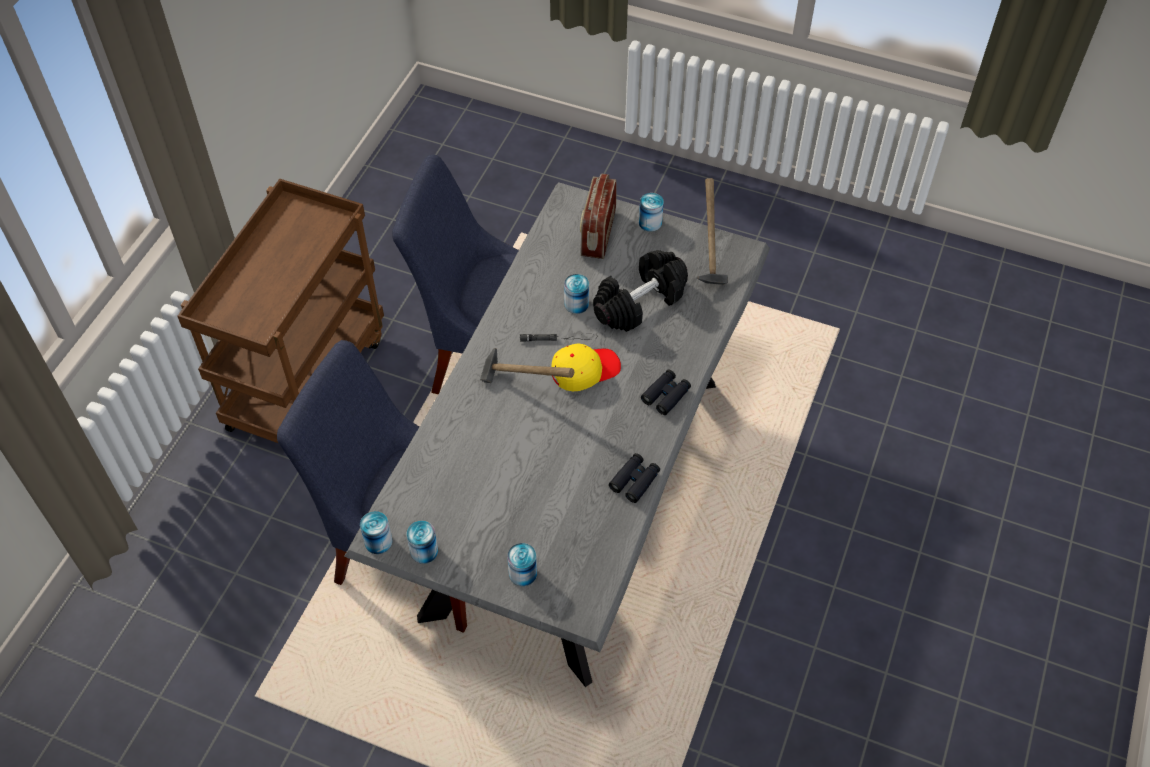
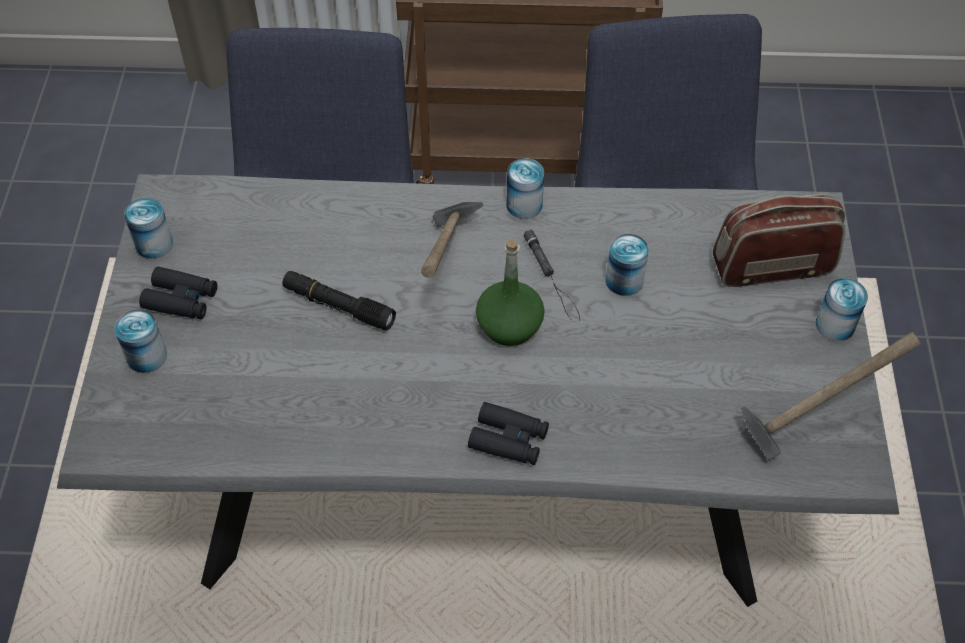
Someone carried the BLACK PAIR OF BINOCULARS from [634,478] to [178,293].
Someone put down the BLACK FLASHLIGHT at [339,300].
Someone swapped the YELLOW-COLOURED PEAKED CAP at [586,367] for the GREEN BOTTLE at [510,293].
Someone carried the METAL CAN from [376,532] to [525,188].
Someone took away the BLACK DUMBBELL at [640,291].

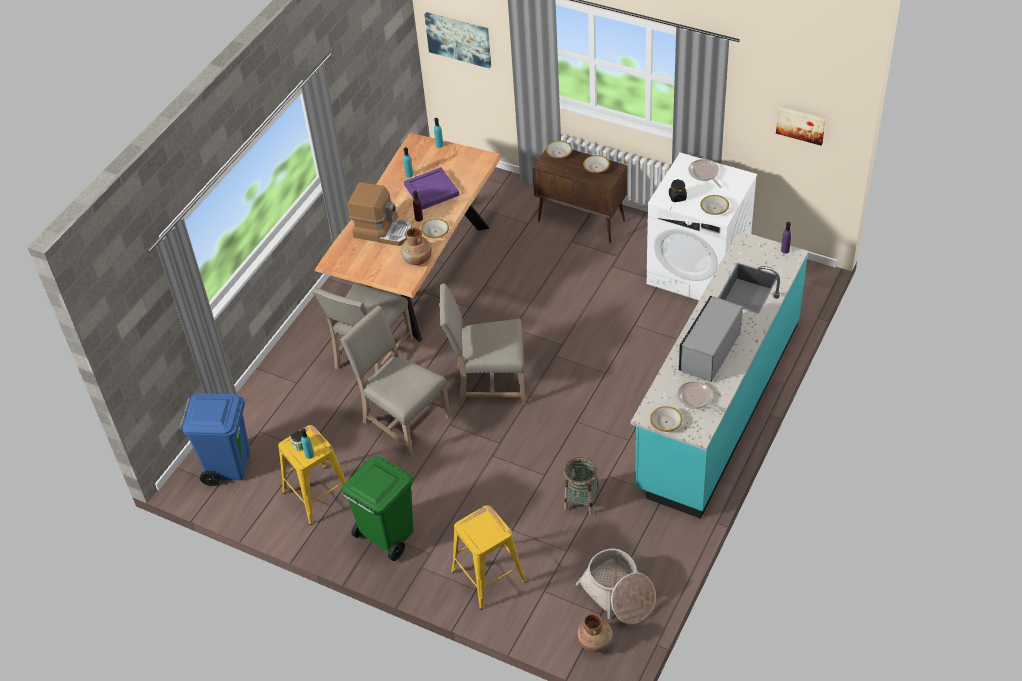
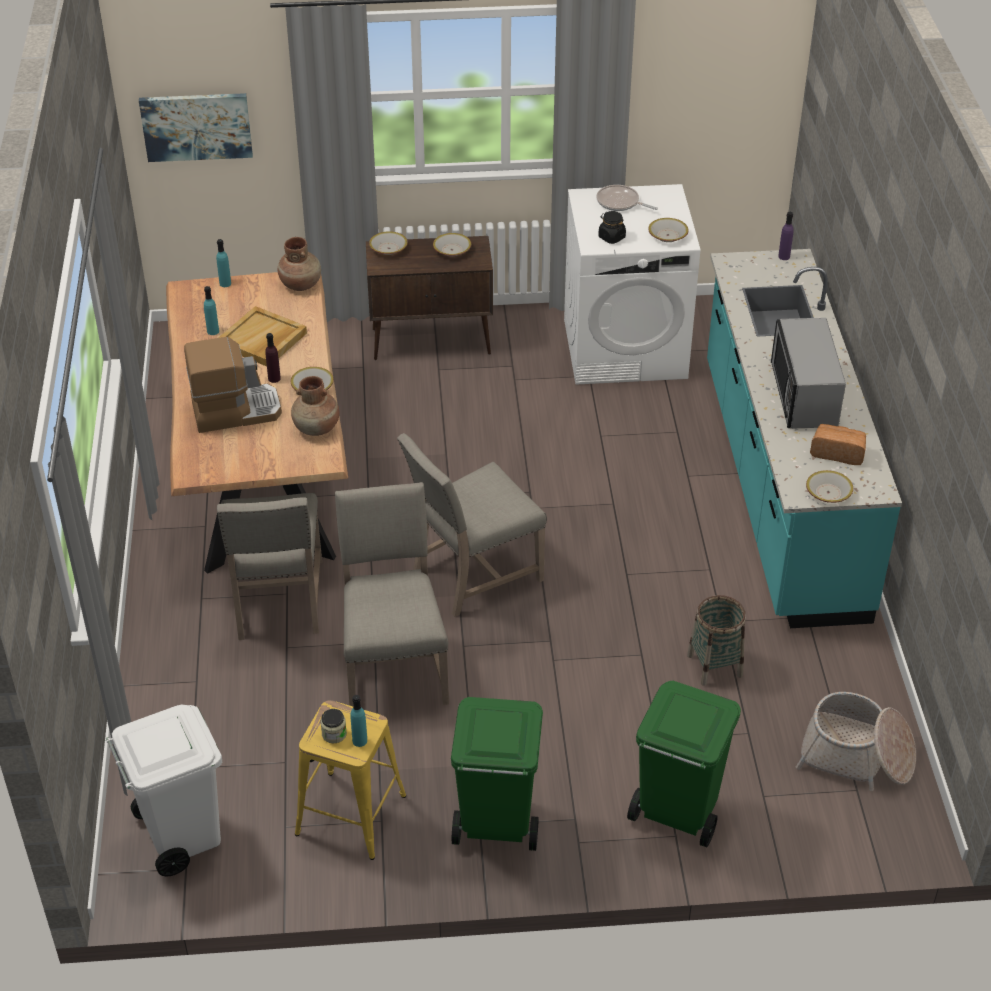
Someone repainted the BLUE RUBBISH BIN at [214,439], which became the WHITE RUBBISH BIN at [164,790].
Someone repainted the PURPLE-COLOURED SERVING TRAY at [432,188], which became the BEIGE SERVING TRAY at [262,336].
Someone carried the BROWN-COLOURED FLOWER VASE from [595,633] to [299,264].
Someone rotated the BEIGE UPRIGHT CHAIR at [395,381] by 75 degrees clockwise.
Someone swapped the YELLOW-COLOURED STOOL at [488,557] for the GREEN RUBBISH BIN at [684,764].
Someone swapped the PAN at [699,398] for the BREAD at [838,444].
Someone took away the WALL PICTURE at [801,126].

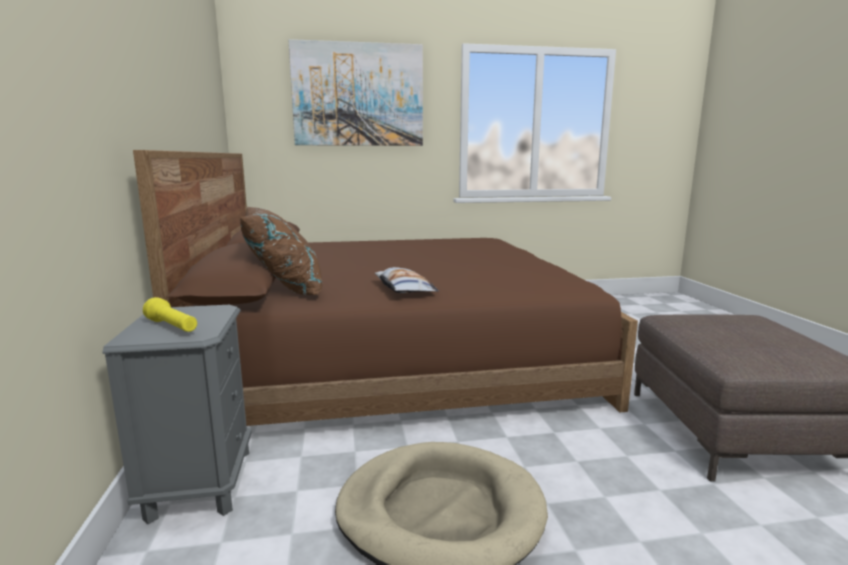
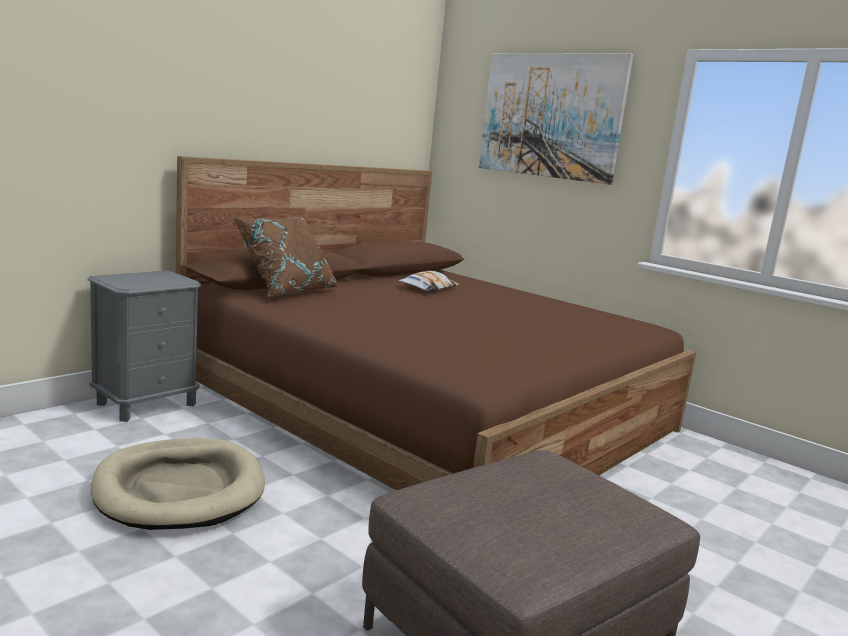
Someone carried the THROW PILLOW from [407,280] to [429,281].
Someone took away the YELLOW-COLOURED FLASHLIGHT at [170,314].

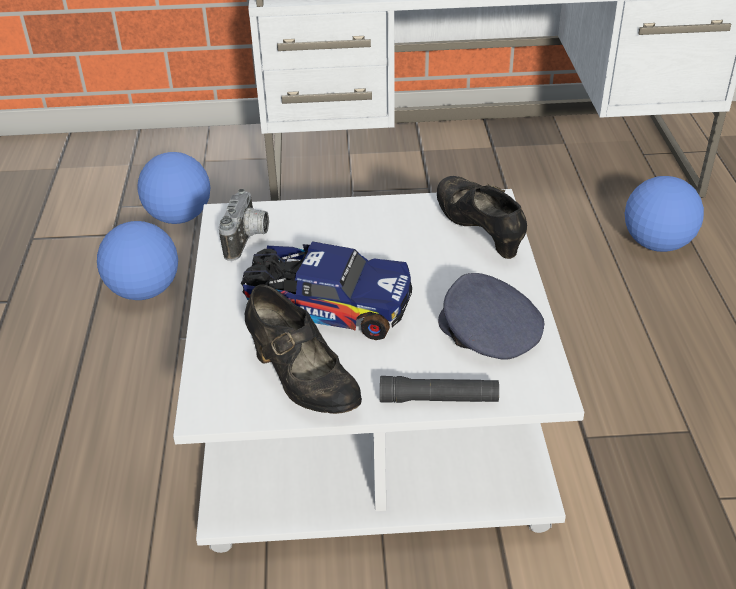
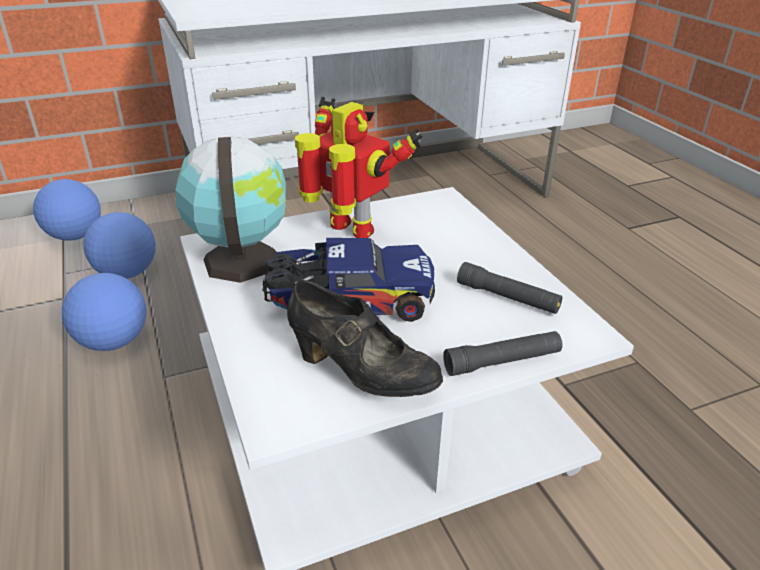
Someone carried the FOOTBALL BALL from [664,214] to [67,210].
Someone swapped the PHOTO CAMERA at [244,225] for the DESK GLOBE at [230,209].
Someone put down the TOY ROBOT at [359,167].
Someone swapped the GREY PEAKED CAP at [491,316] for the BLACK FLASHLIGHT at [510,288].
Someone took away the BLACK LOW SHOE at [482,217].

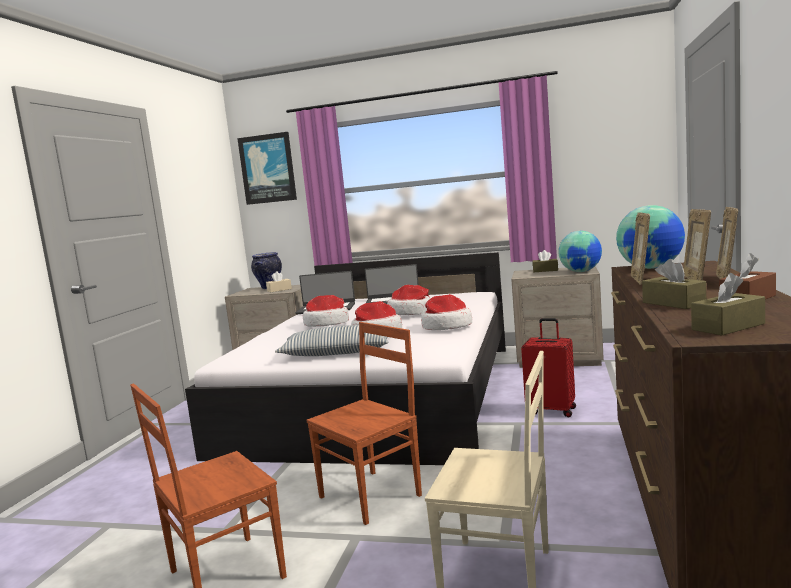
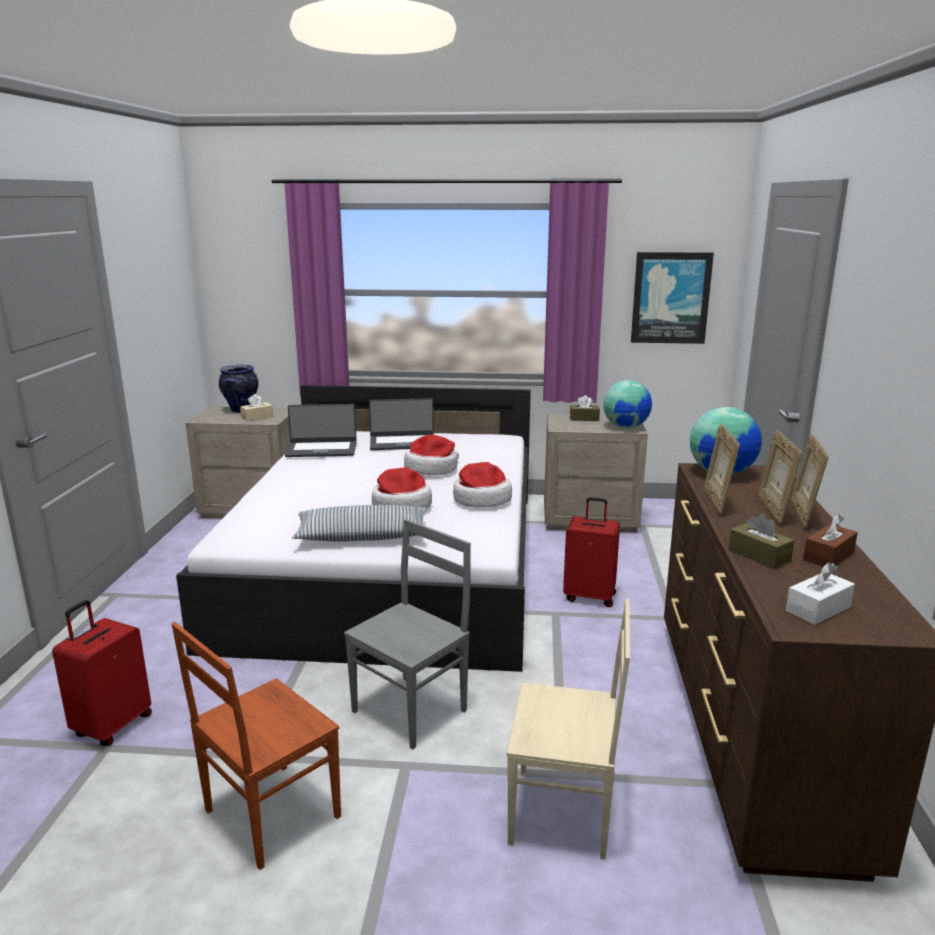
Someone put down the RED-COLOURED PIECE OF LUGGAGE at [102,673].
Someone repainted the BROWN-COLOURED UPRIGHT CHAIR at [364,423], which became the GREY UPRIGHT CHAIR at [407,634].
Someone carried the WALL PICTURE from [267,168] to [672,298].
Someone repainted the BROWN-COLOURED BOX OF TISSUES at [728,304], which became the WHITE BOX OF TISSUES at [820,593].
Someone took away the HAT at [326,311].

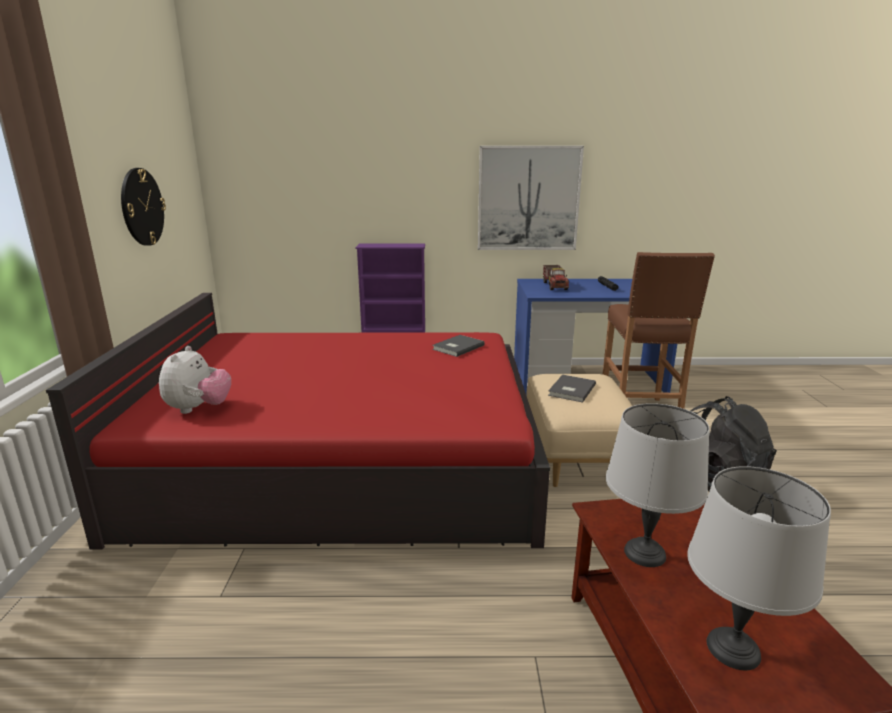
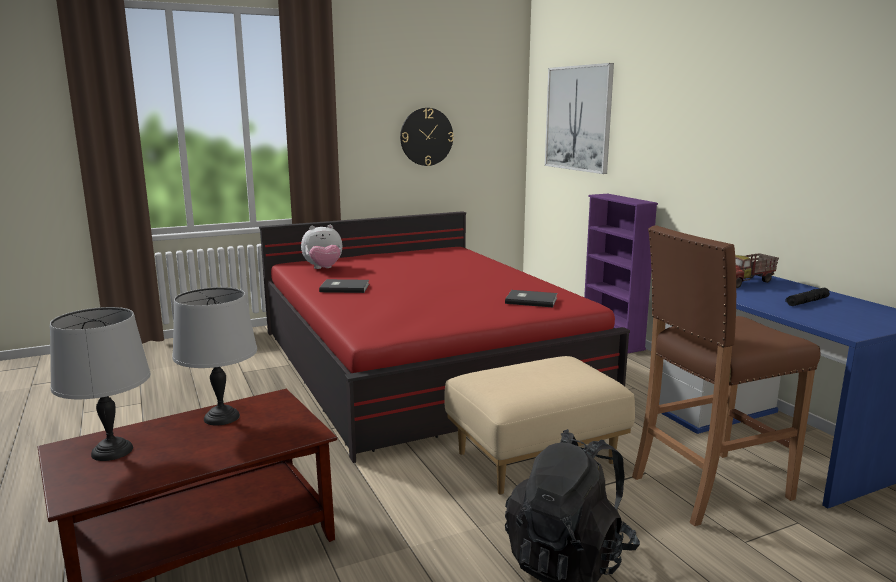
Someone carried the GREY VOLUME from [572,389] to [344,286].
Someone carried the WALL PICTURE from [531,198] to [579,118].

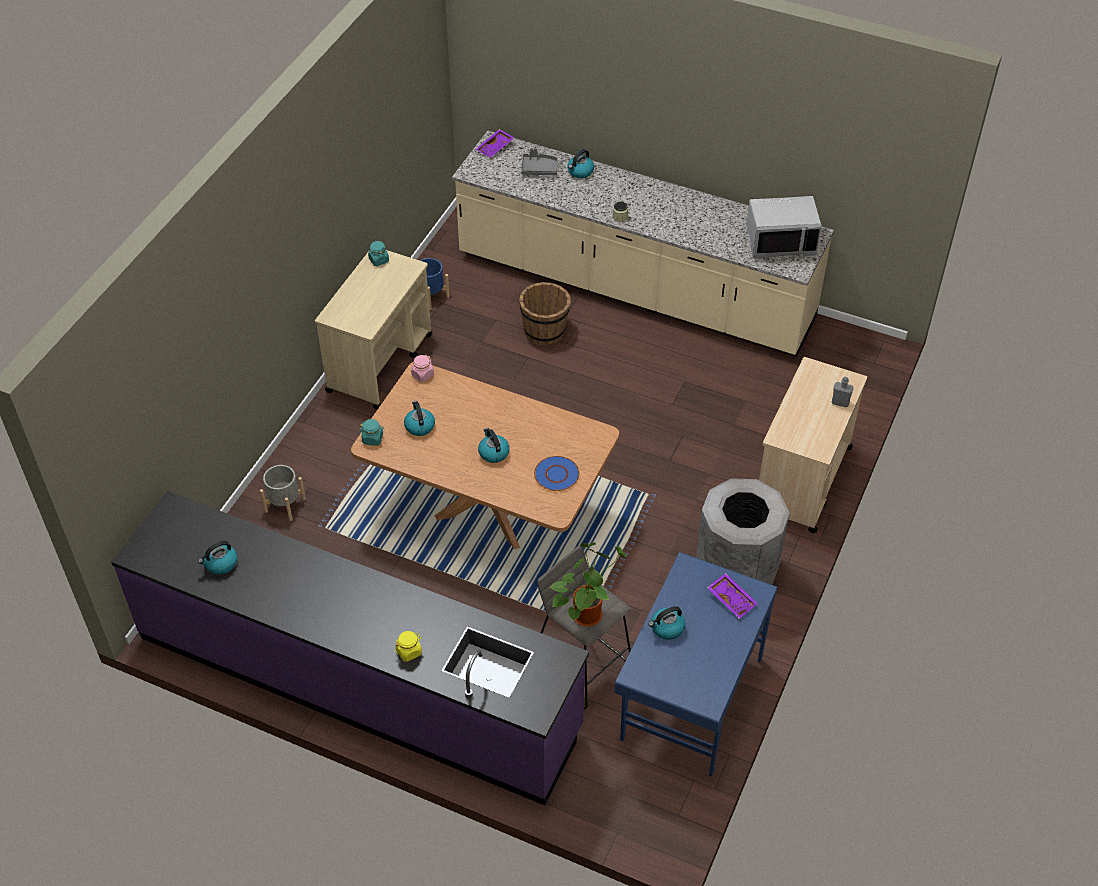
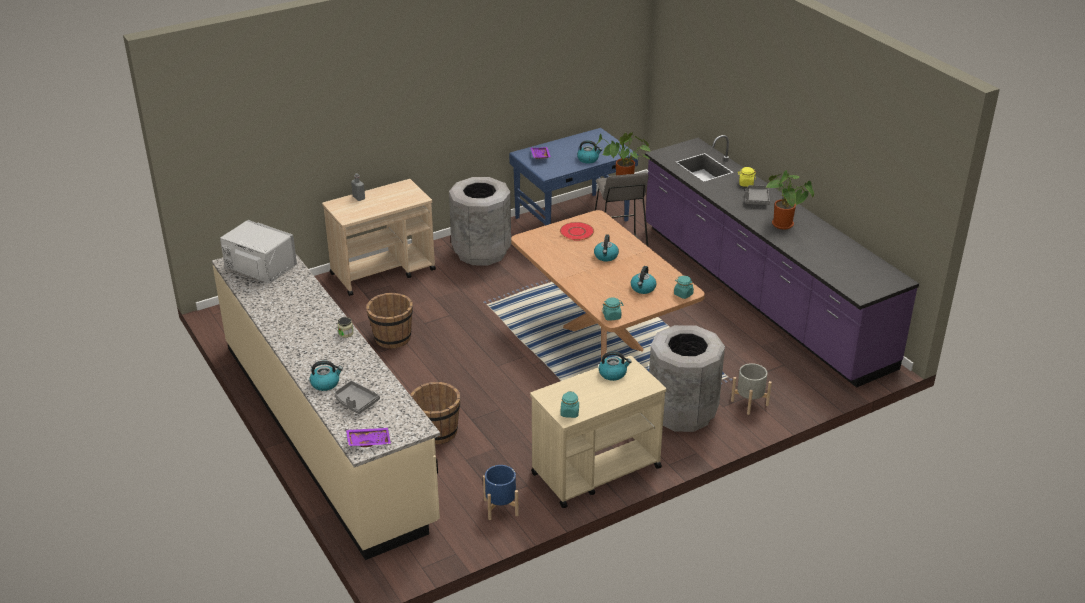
Someone put down the BROWN-COLOURED PAIL at [389,321].
Someone repainted the BLUE FLAT DISH at [556,473], which became the RED-COLOURED FLAT DISH at [577,231].
Someone carried the KETTLE from [217,558] to [615,366].
Someone repainted the PINKISH PRESERVE JAR at [422,368], which became the BLUE-GREEN PRESERVE JAR at [612,309].
Someone put down the GREY RUBBISH BIN at [687,378].
Someone put down the GREY SERVING TRAY at [757,195].
Someone put down the POTTED PLANT at [790,199].

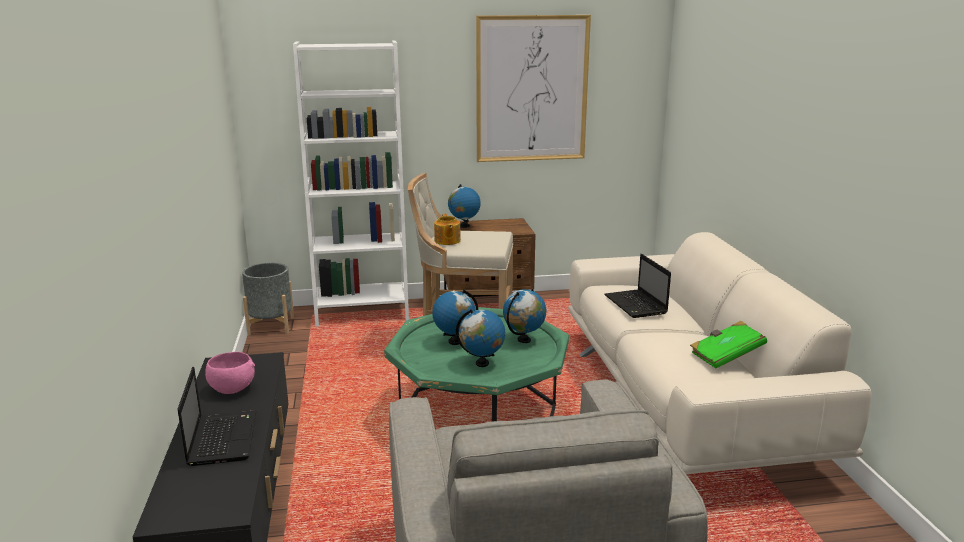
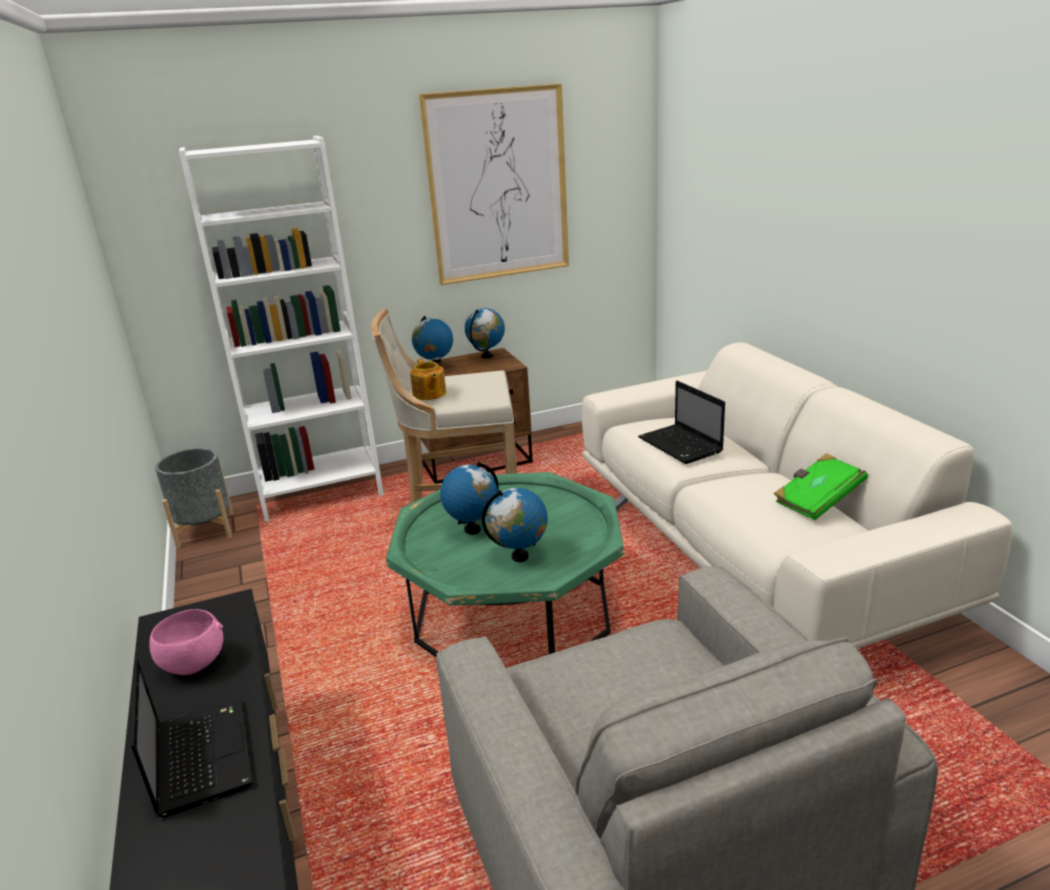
Someone carried the DESK GLOBE from [524,316] to [485,333].

